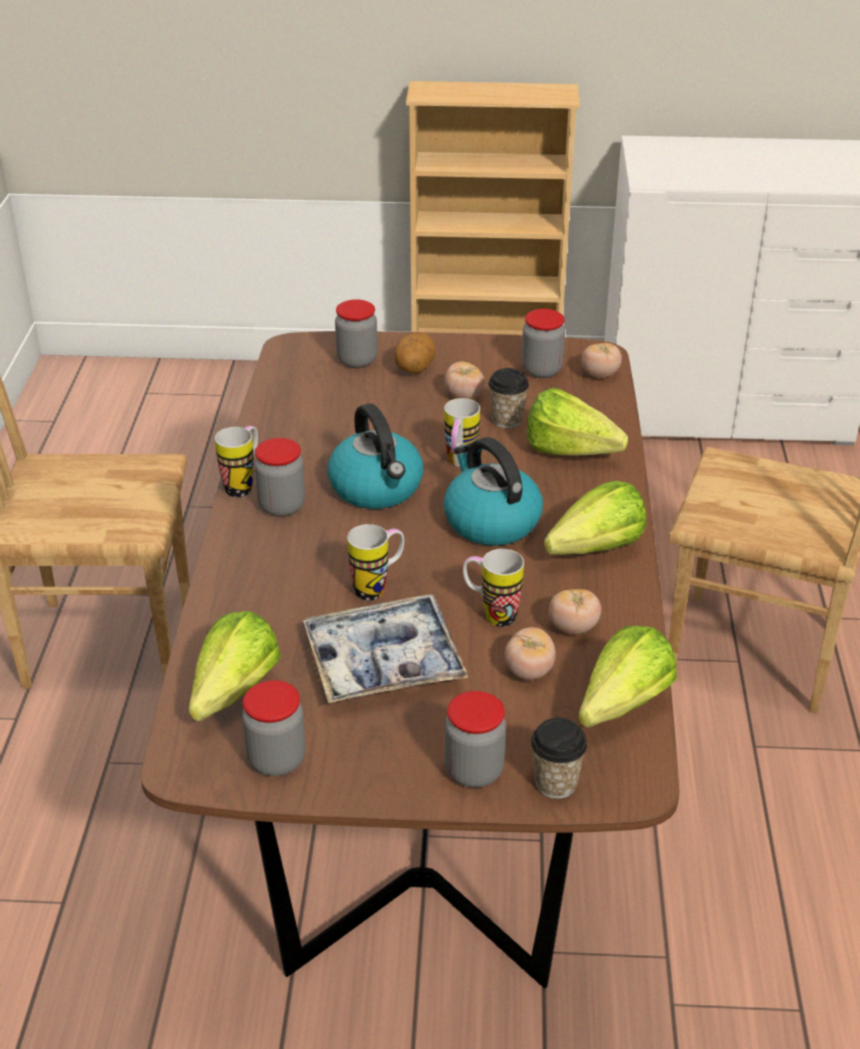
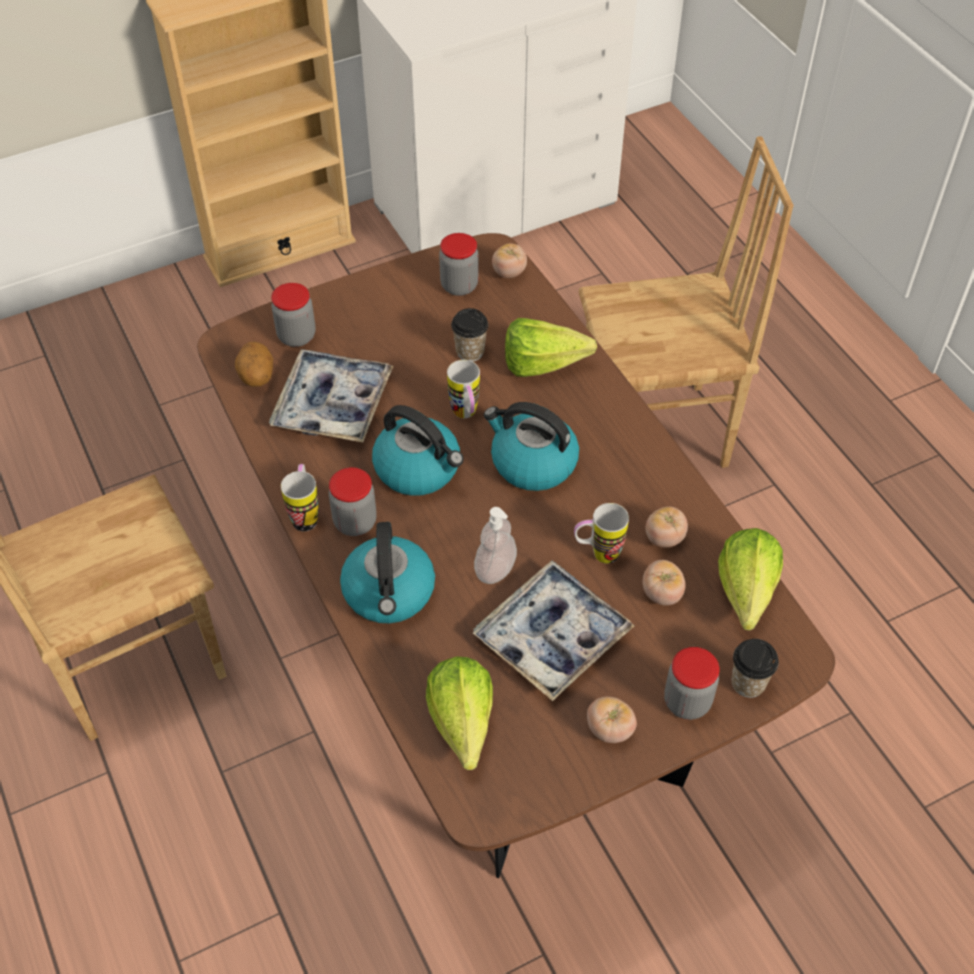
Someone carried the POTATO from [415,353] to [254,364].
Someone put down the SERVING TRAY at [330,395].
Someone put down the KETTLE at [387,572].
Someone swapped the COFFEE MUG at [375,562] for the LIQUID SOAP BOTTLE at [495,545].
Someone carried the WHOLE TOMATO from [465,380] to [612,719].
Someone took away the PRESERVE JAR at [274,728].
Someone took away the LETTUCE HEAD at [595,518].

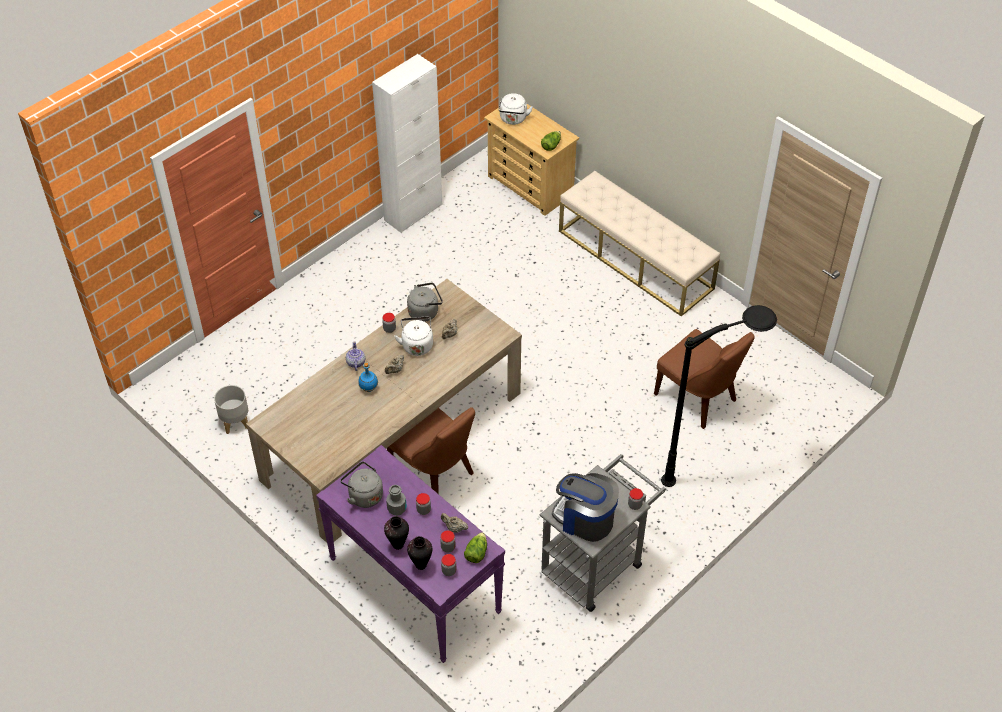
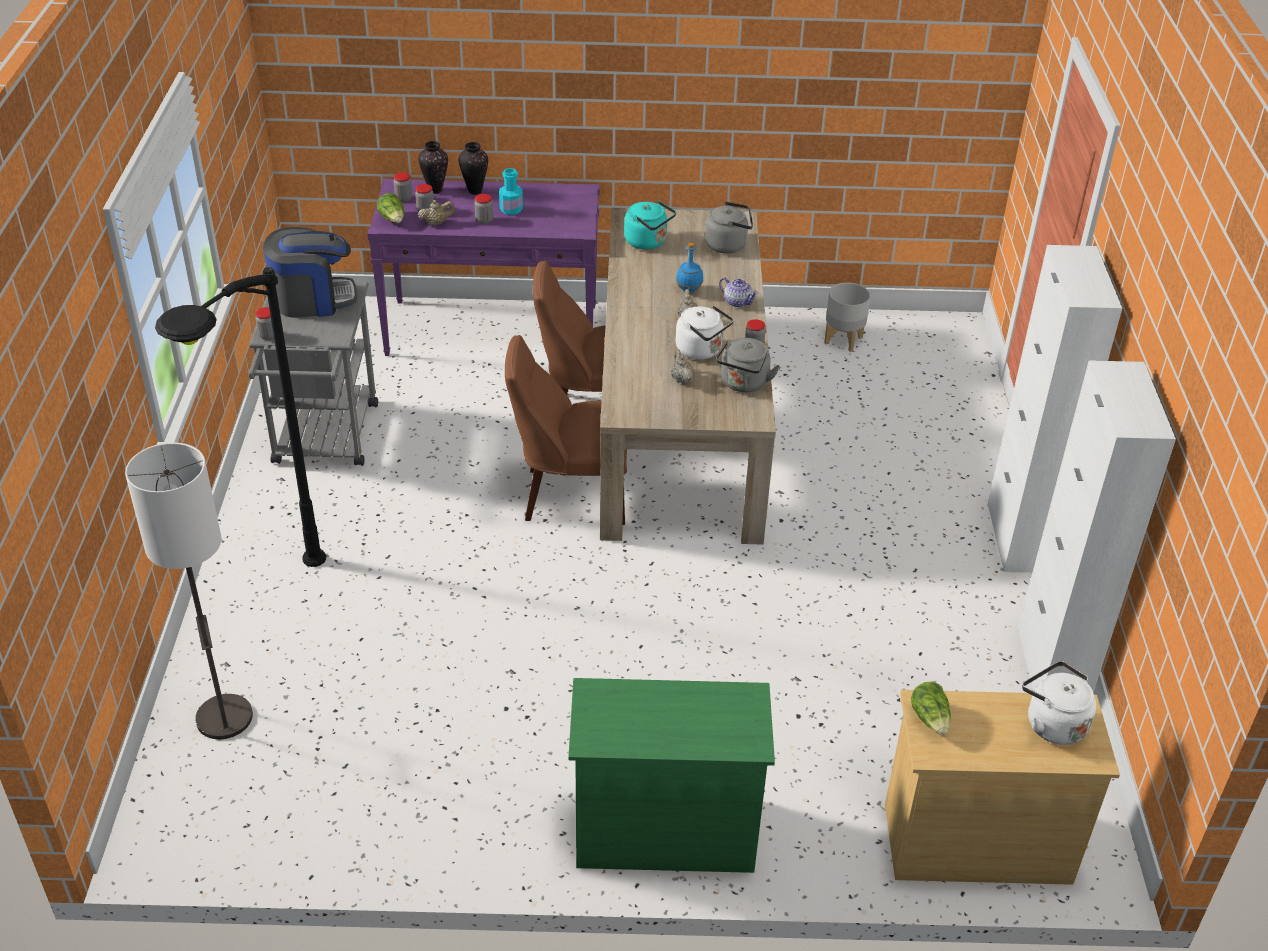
Someone put down the STANDARD LAMP at [189,590].
Someone repainted the GREY BOTTLE at [396,500], which became the BLUE-GREEN BOTTLE at [511,191].
Someone carried the BROWN-COLOURED UPRIGHT CHAIR from [704,379] to [566,430].
Someone swapped the BEIGE BENCH at [639,243] for the GREEN DRESSER at [671,775].
Someone put down the BLUE-GREEN KETTLE at [650,225].
Someone carried the GREY KETTLE from [361,484] to [728,228].
Someone put down the WHITE CUPBOARD at [1054,409].

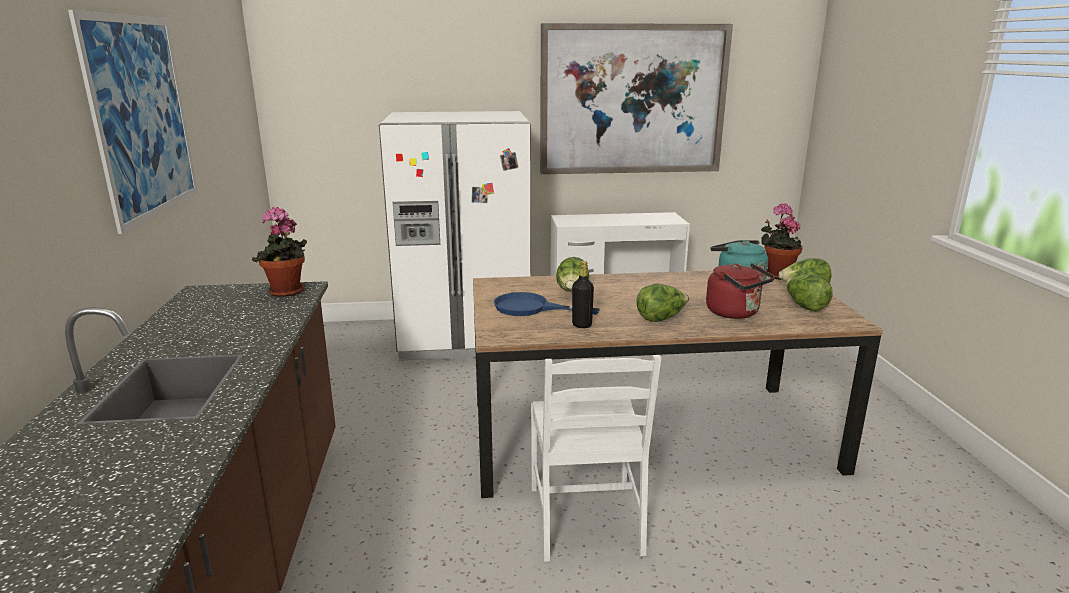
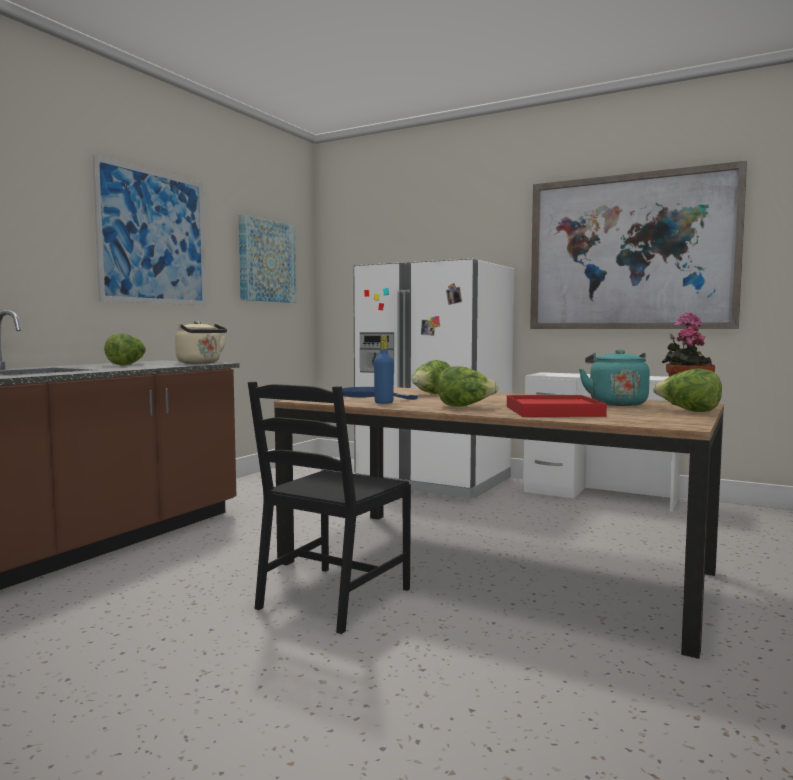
Someone carried the LETTUCE HEAD from [809,292] to [125,349].
Someone swapped the POTTED PLANT at [279,252] for the BEIGE KETTLE at [201,342].
Someone put up the WALL PICTURE at [267,258].
Someone repainted the WHITE UPRIGHT CHAIR at [596,458], which became the BLACK UPRIGHT CHAIR at [329,508].
Someone repainted the BLACK BOTTLE at [583,294], which became the BLUE BOTTLE at [384,369].
Someone swapped the RED-COLOURED KETTLE at [740,291] for the RED-COLOURED SERVING TRAY at [557,406].

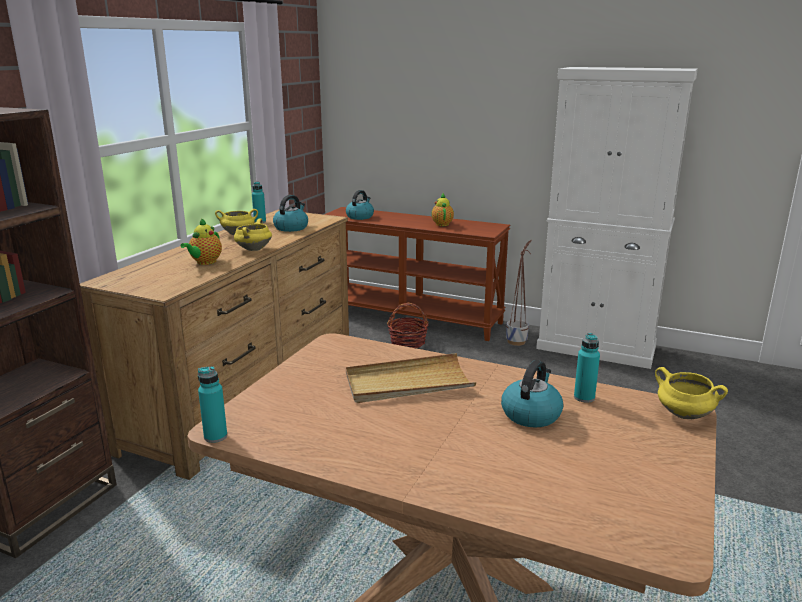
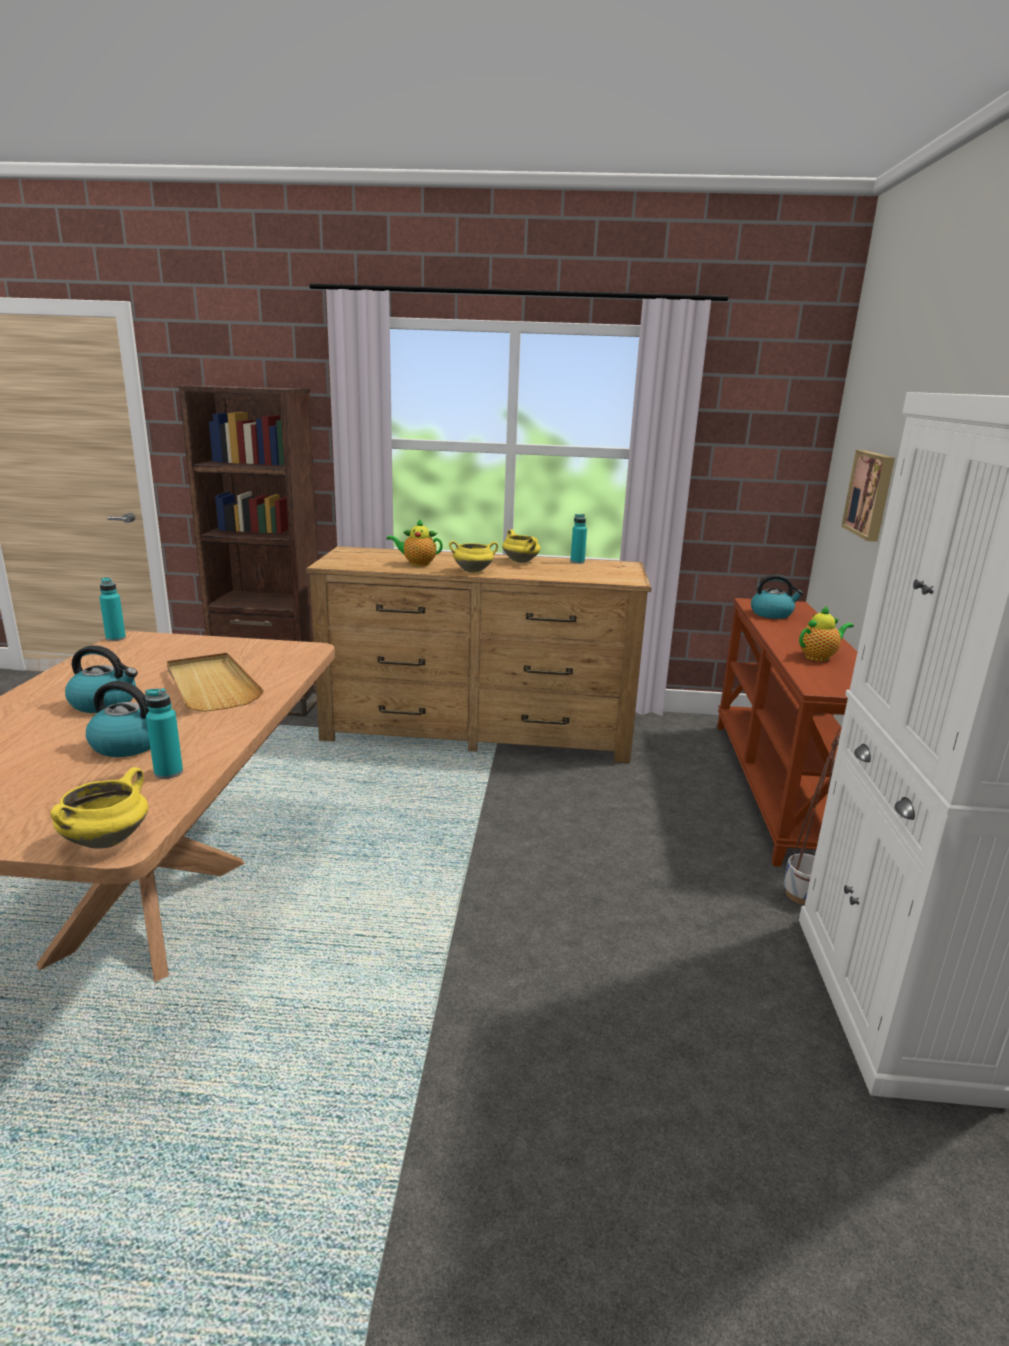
Someone carried the KETTLE from [290,213] to [101,679].
Someone put up the WALL PICTURE at [868,496].
Someone took away the STORAGE BASKET at [408,325].

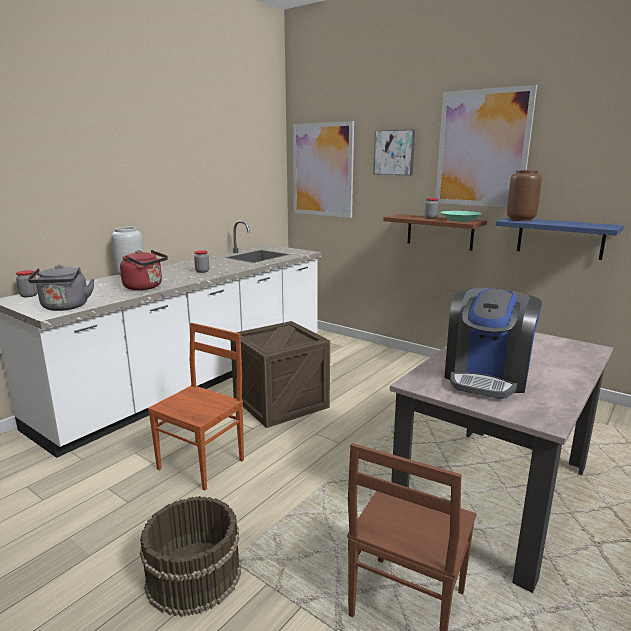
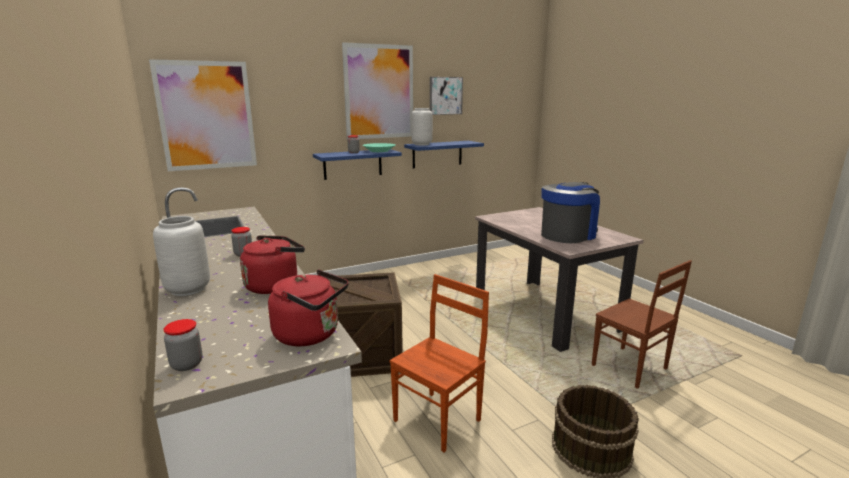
Someone repainted the GREY KETTLE at [61,288], which became the RED-COLOURED KETTLE at [308,307].
Someone repainted the BROWN-COLOURED WALL SHELF at [435,232], which became the BLUE WALL SHELF at [357,164].
Someone rotated the BROWN-COLOURED UPRIGHT CHAIR at [196,407] by 75 degrees clockwise.
Someone repainted the BROWN-COLOURED FLOWER VASE at [524,195], which became the GREY FLOWER VASE at [422,127].
Someone carried the WALL PICTURE from [394,152] to [446,96].
Someone rotated the COFFEE MACHINE at [493,343] by 90 degrees counterclockwise.

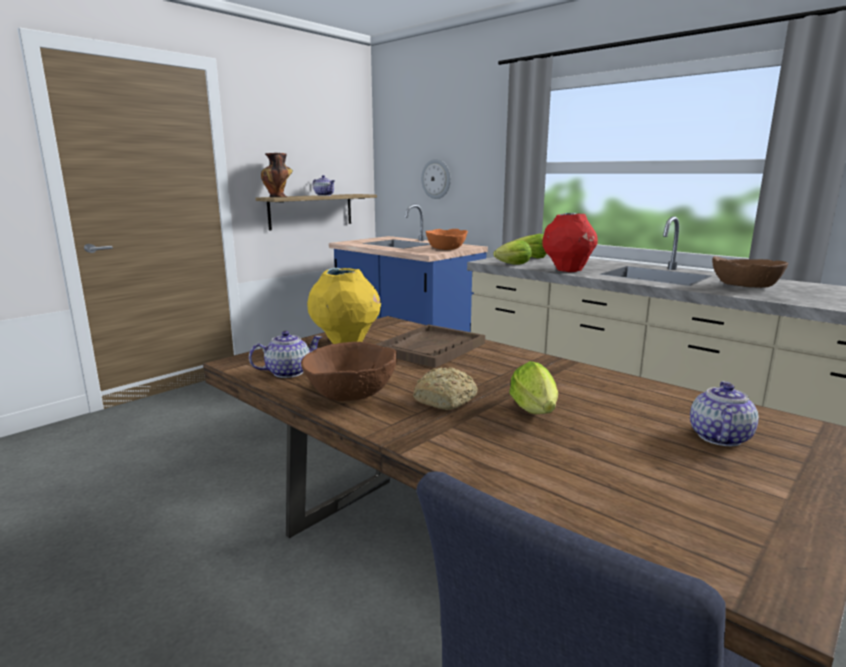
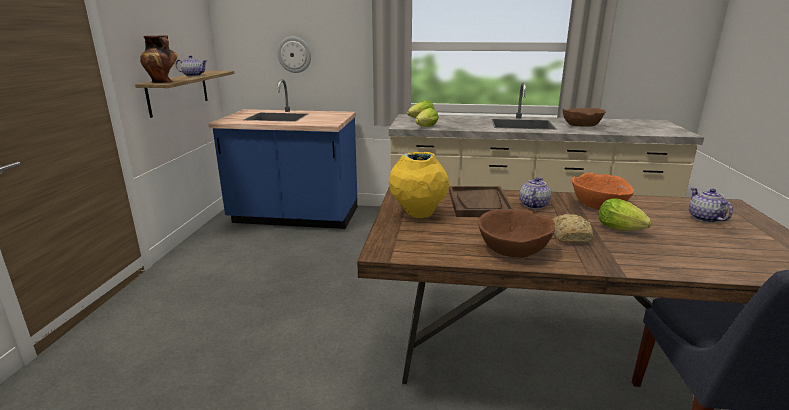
Someone carried the TEAPOT from [285,354] to [535,193].
Someone carried the ORANGE DEEP DISH from [447,239] to [603,191].
Someone took away the RED-COLOURED FLOWER VASE at [570,242].

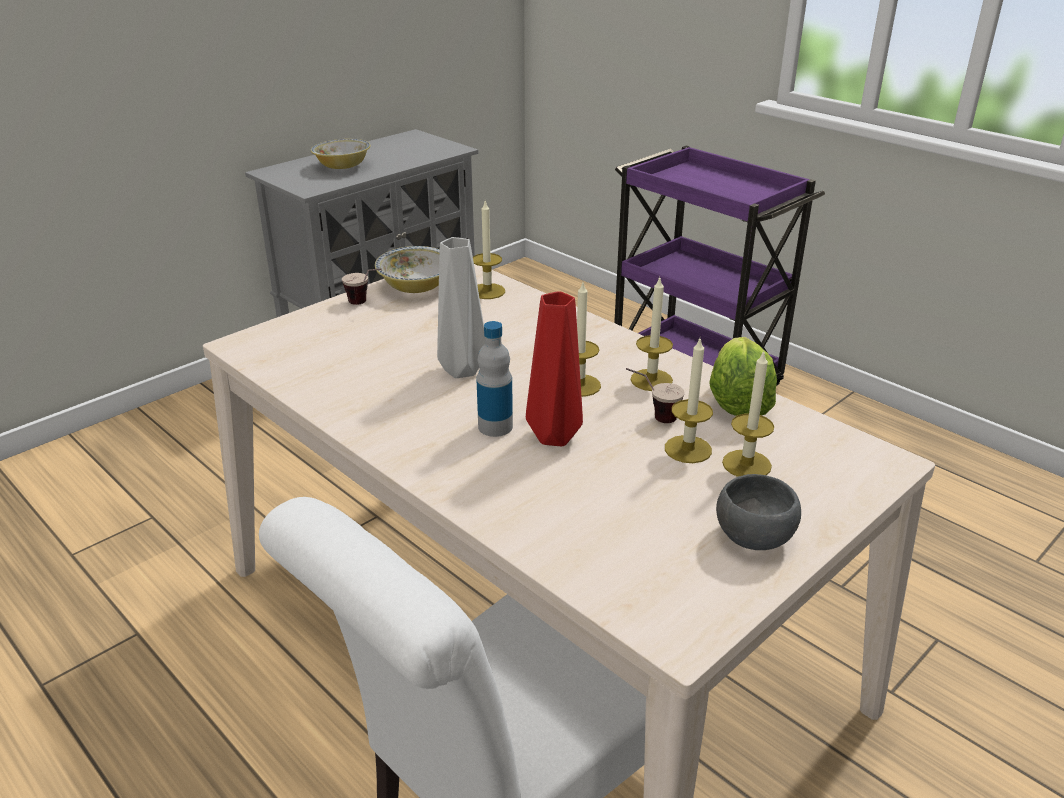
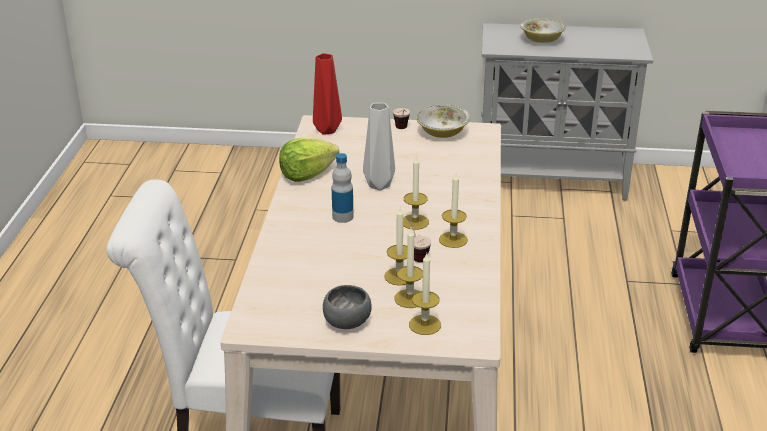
Someone carried the LETTUCE HEAD from [743,376] to [309,160].
Someone carried the RED-COLOURED FLOWER VASE from [554,368] to [327,94].
Someone carried the CANDLE from [489,250] to [425,294].

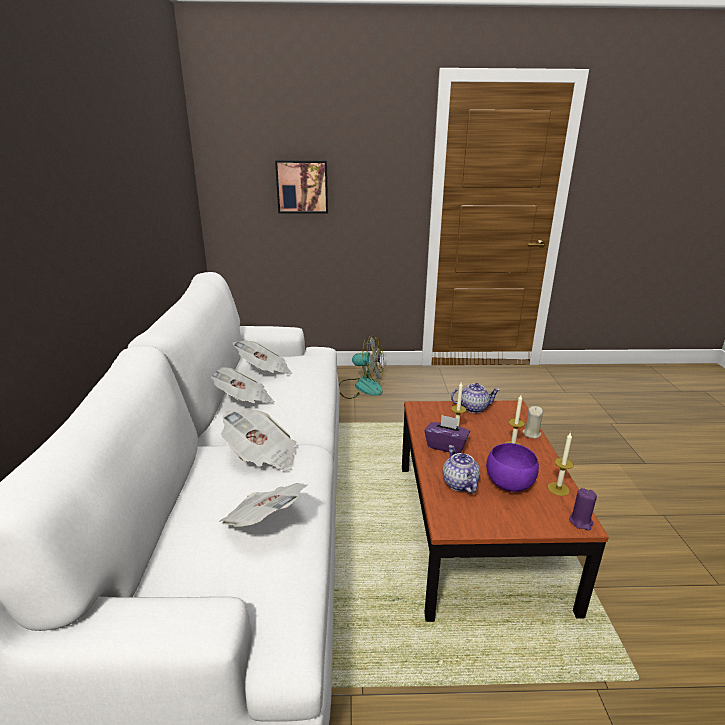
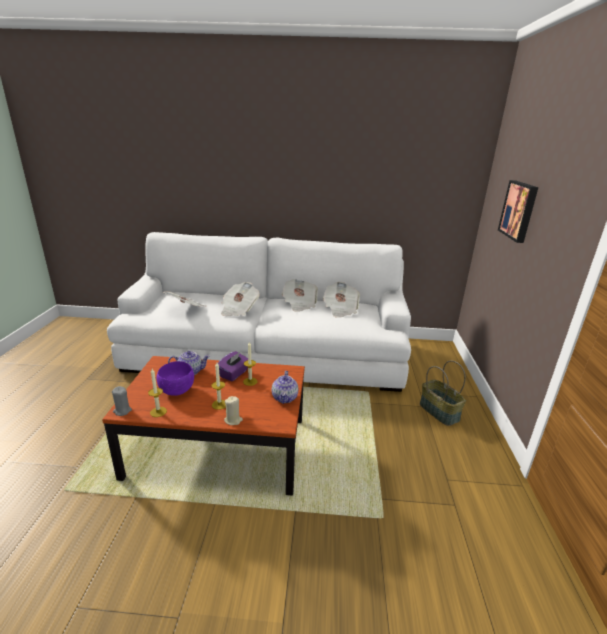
Someone repainted the PURPLE-COLOURED CANDLE at [583,509], which became the GREY CANDLE at [122,401].
Someone swapped the FAN at [361,367] for the STORAGE BASKET at [443,393].

